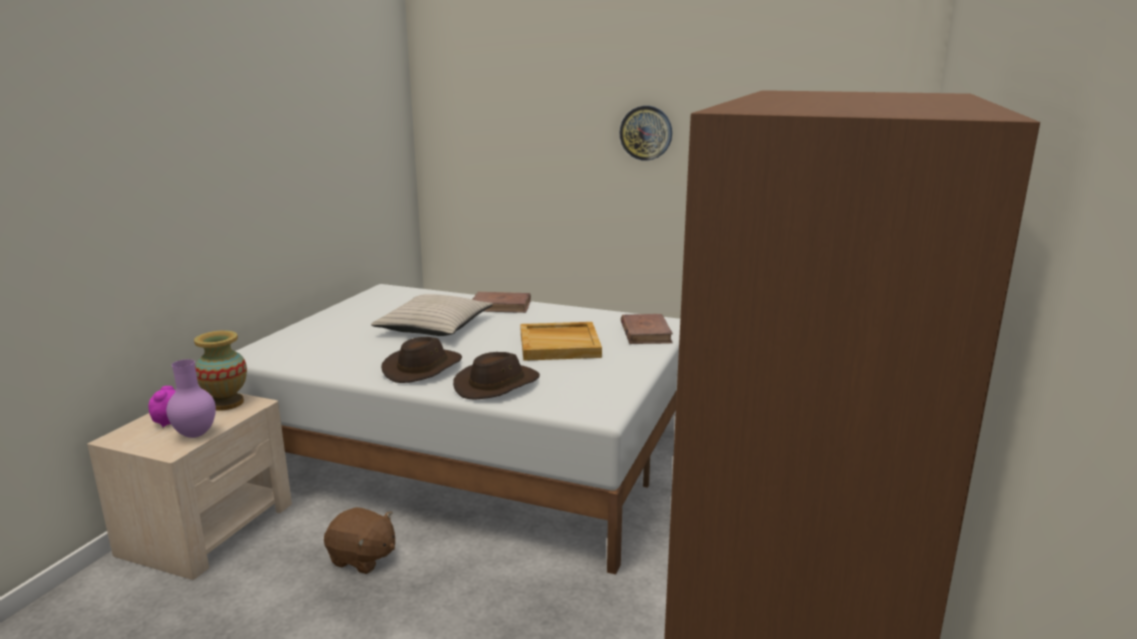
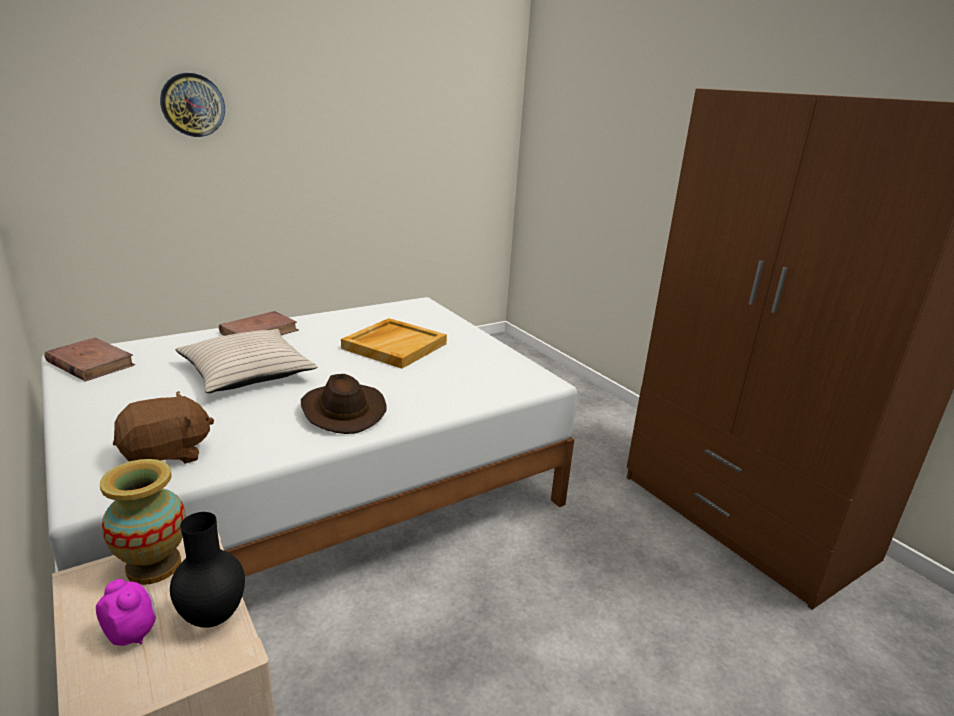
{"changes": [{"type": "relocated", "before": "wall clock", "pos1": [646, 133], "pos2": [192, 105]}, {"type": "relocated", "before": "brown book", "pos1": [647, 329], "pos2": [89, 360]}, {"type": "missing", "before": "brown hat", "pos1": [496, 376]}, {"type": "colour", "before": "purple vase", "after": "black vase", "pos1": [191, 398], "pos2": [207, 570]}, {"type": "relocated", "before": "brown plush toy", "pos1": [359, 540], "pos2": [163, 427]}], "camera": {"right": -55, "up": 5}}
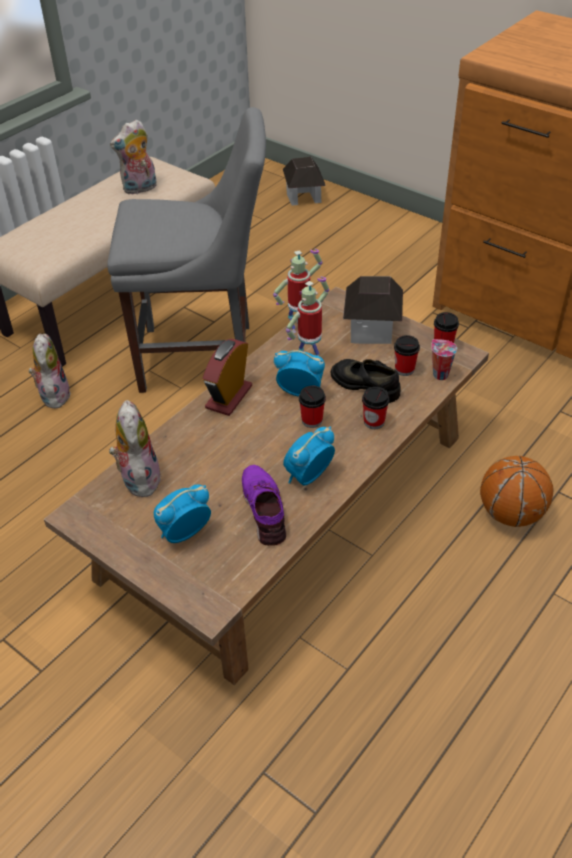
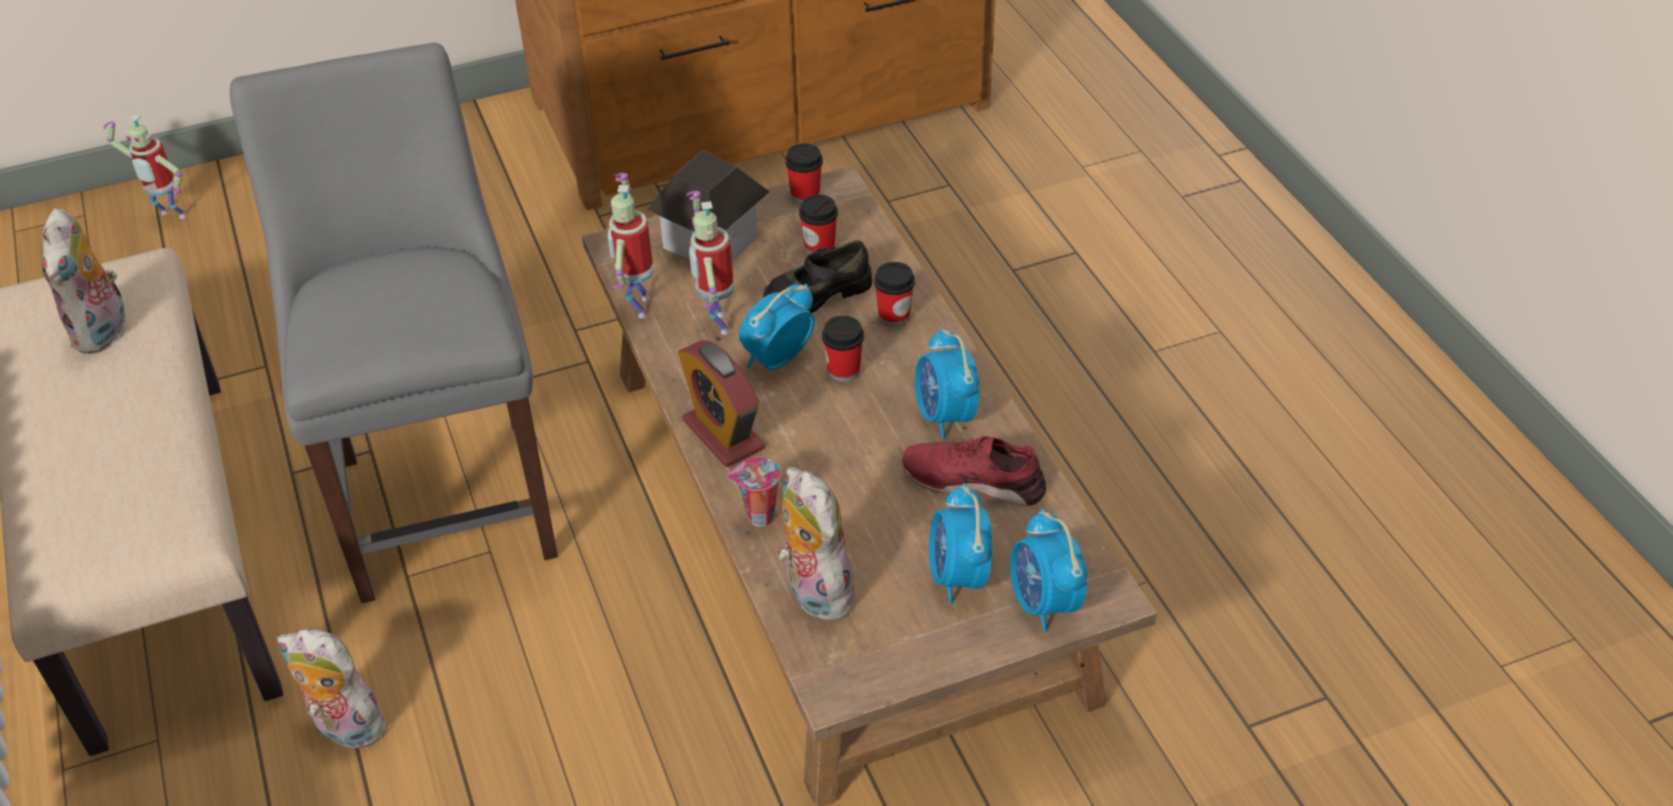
{"changes": [{"type": "spun", "before": "grey chair", "pos1": [186, 250], "pos2": [394, 323], "turn": -45}, {"type": "exchanged", "before": "toy house", "after": "toy robot", "pos1": [304, 181], "pos2": [144, 167]}, {"type": "relocated", "before": "cup", "pos1": [444, 359], "pos2": [753, 492]}, {"type": "spun", "before": "plush toy", "pos1": [135, 448], "pos2": [817, 544], "turn": 45}, {"type": "missing", "before": "basketball", "pos1": [516, 491]}, {"type": "colour", "before": "purple shoe", "after": "red shoe", "pos1": [264, 505], "pos2": [974, 471]}, {"type": "appeared", "after": "alarm clock", "pos2": [1049, 570]}], "camera": {"right": -60, "up": 0}}
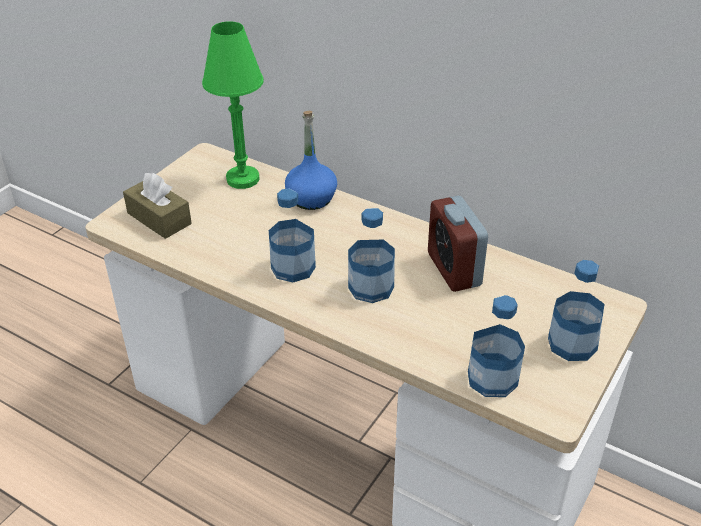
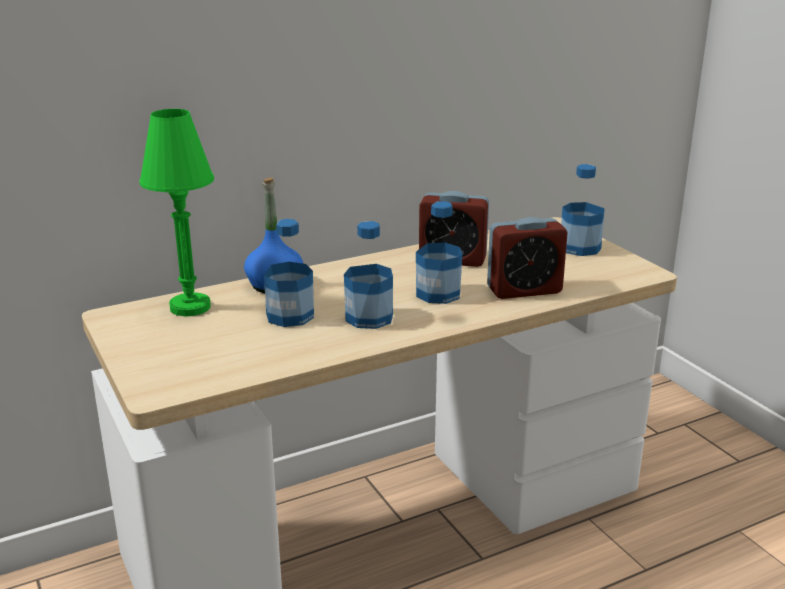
{"changes": [{"type": "missing", "before": "brown tissue box", "pos1": [157, 206]}, {"type": "relocated", "before": "bottle", "pos1": [496, 346], "pos2": [289, 273]}, {"type": "appeared", "after": "alarm clock", "pos2": [527, 258]}], "camera": {"right": -60, "up": -15}}
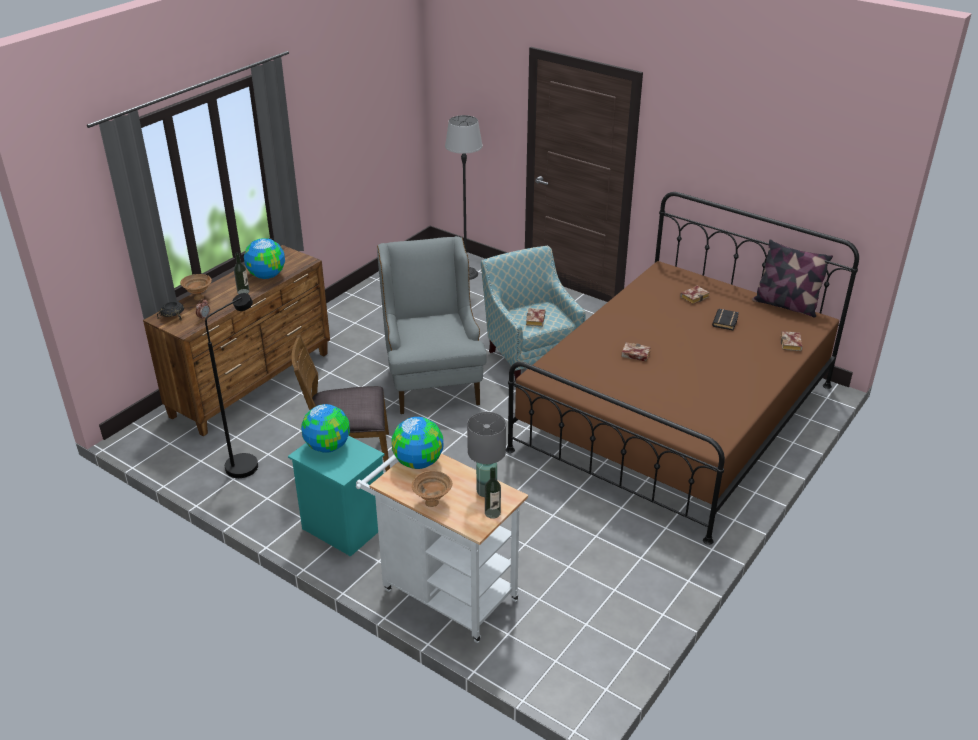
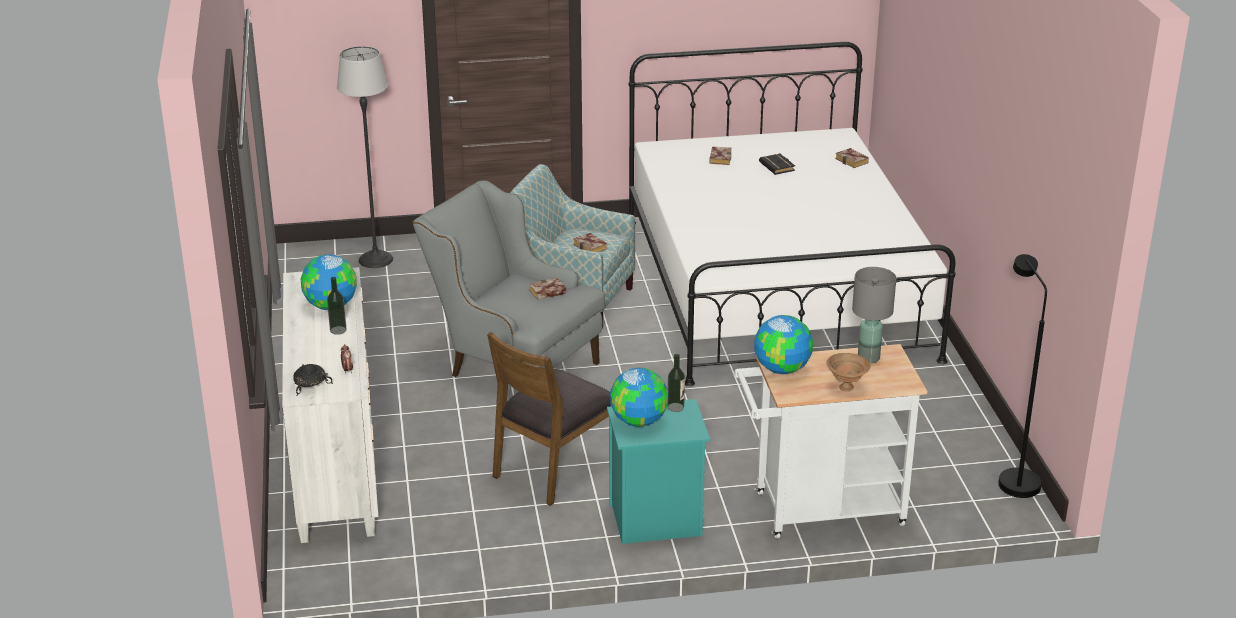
{"changes": [{"type": "colour", "before": "brown bed", "after": "white bed", "pos1": [682, 368], "pos2": [792, 214]}, {"type": "missing", "before": "pillow", "pos1": [792, 278]}, {"type": "colour", "before": "brown dresser", "after": "white dresser", "pos1": [236, 340], "pos2": [330, 405]}, {"type": "missing", "before": "brown bowl", "pos1": [196, 287]}, {"type": "relocated", "before": "black floor lamp", "pos1": [231, 385], "pos2": [1022, 376]}, {"type": "relocated", "before": "book", "pos1": [636, 352], "pos2": [548, 289]}, {"type": "relocated", "before": "bottle", "pos1": [493, 493], "pos2": [676, 383]}], "camera": {"right": -45, "up": -5}}
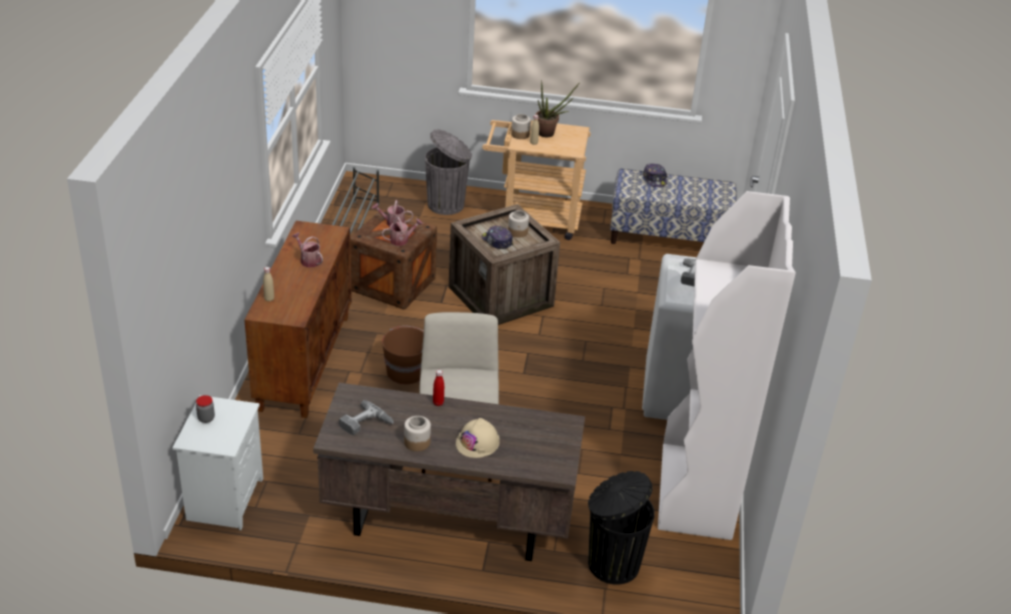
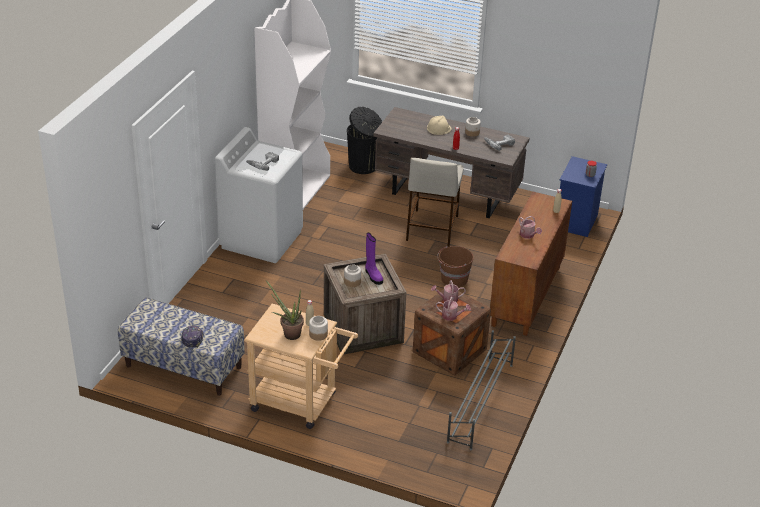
{"changes": [{"type": "missing", "before": "grey trash can", "pos1": [448, 172]}, {"type": "exchanged", "before": "cap", "after": "purple boot", "pos1": [497, 237], "pos2": [374, 258]}, {"type": "colour", "before": "white nightstand", "after": "blue nightstand", "pos1": [217, 462], "pos2": [583, 196]}], "camera": {"right": -165, "up": 0}}
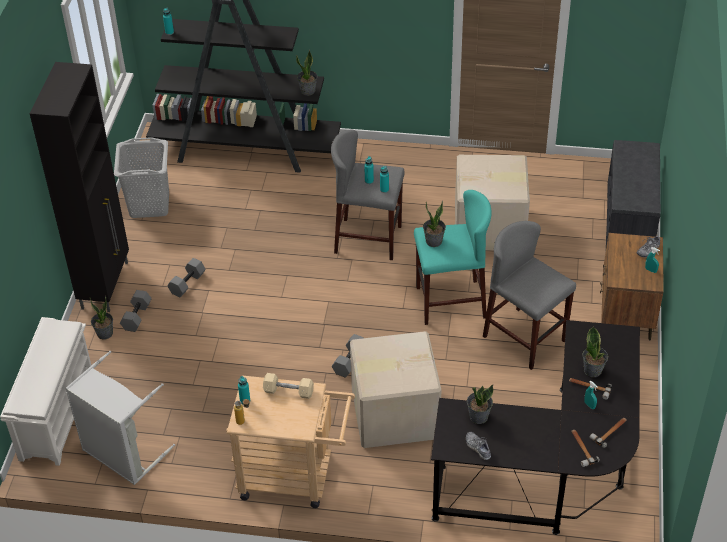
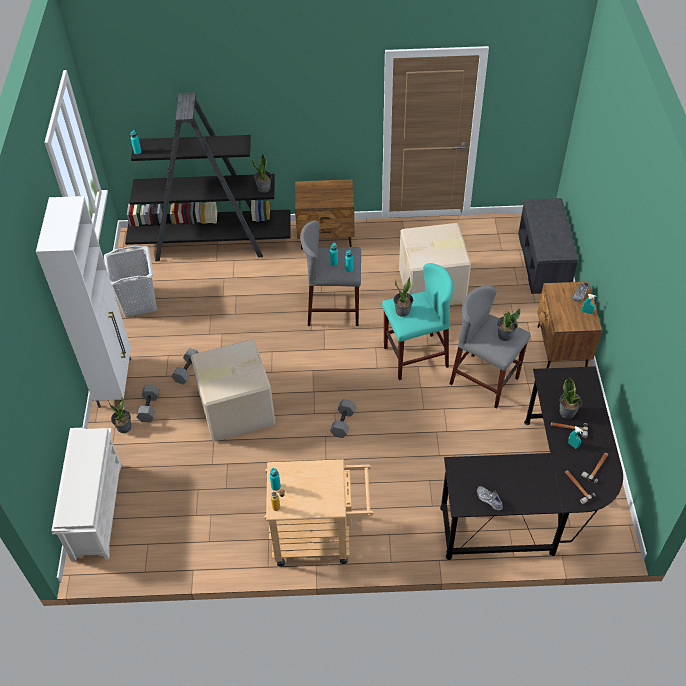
{"changes": [{"type": "colour", "before": "black cabinet", "after": "white cabinet", "pos1": [79, 187], "pos2": [83, 302]}, {"type": "relocated", "before": "cardboard box", "pos1": [395, 389], "pos2": [233, 390]}, {"type": "missing", "before": "grey laundry basket", "pos1": [120, 418]}, {"type": "missing", "before": "beige dumbbell", "pos1": [288, 386]}, {"type": "relocated", "before": "potted plant", "pos1": [480, 404], "pos2": [509, 324]}, {"type": "appeared", "after": "brown nightstand", "pos2": [324, 214]}], "camera": {"right": -10, "up": 5}}
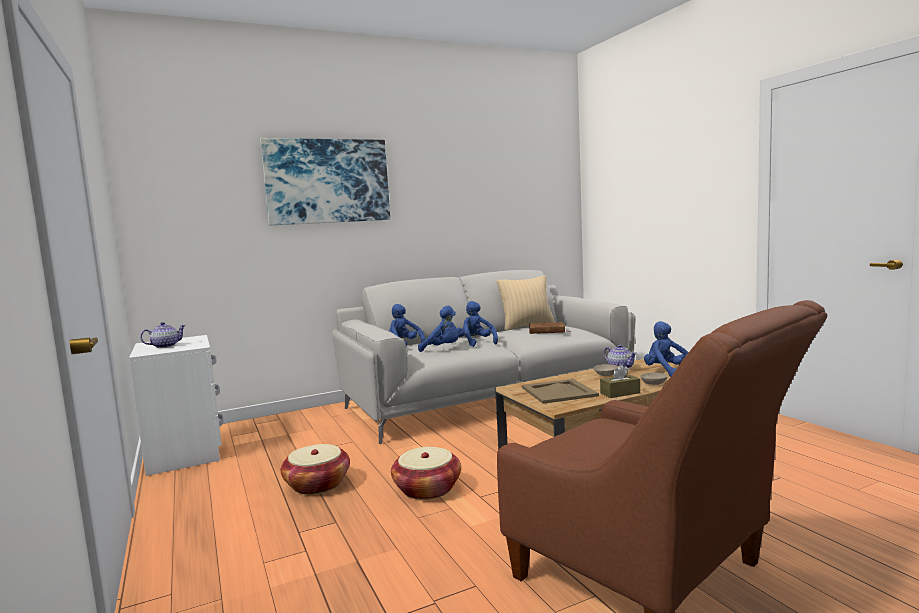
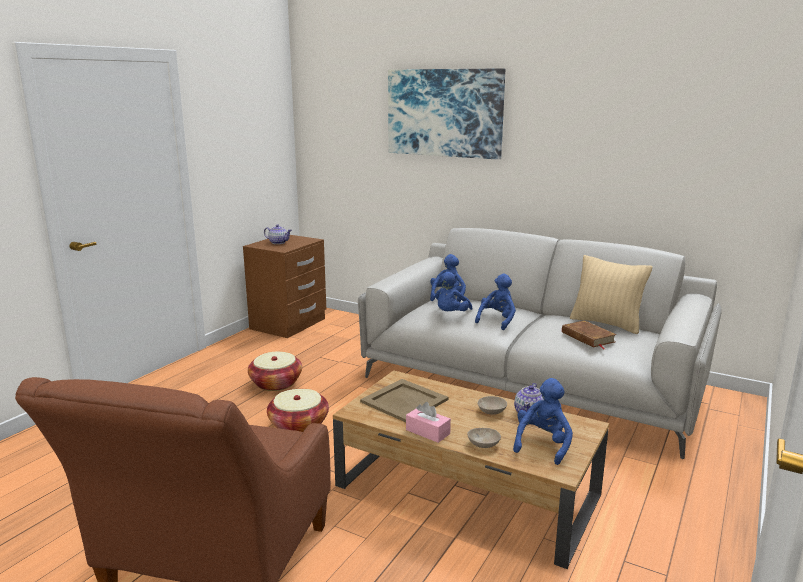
{"changes": [{"type": "spun", "before": "blue plush toy", "pos1": [438, 329], "pos2": [453, 291], "turn": 45}, {"type": "colour", "before": "white nightstand", "after": "brown nightstand", "pos1": [176, 405], "pos2": [284, 286]}, {"type": "colour", "before": "brown tissue box", "after": "pink tissue box", "pos1": [620, 381], "pos2": [428, 422]}], "camera": {"right": 55, "up": 10}}
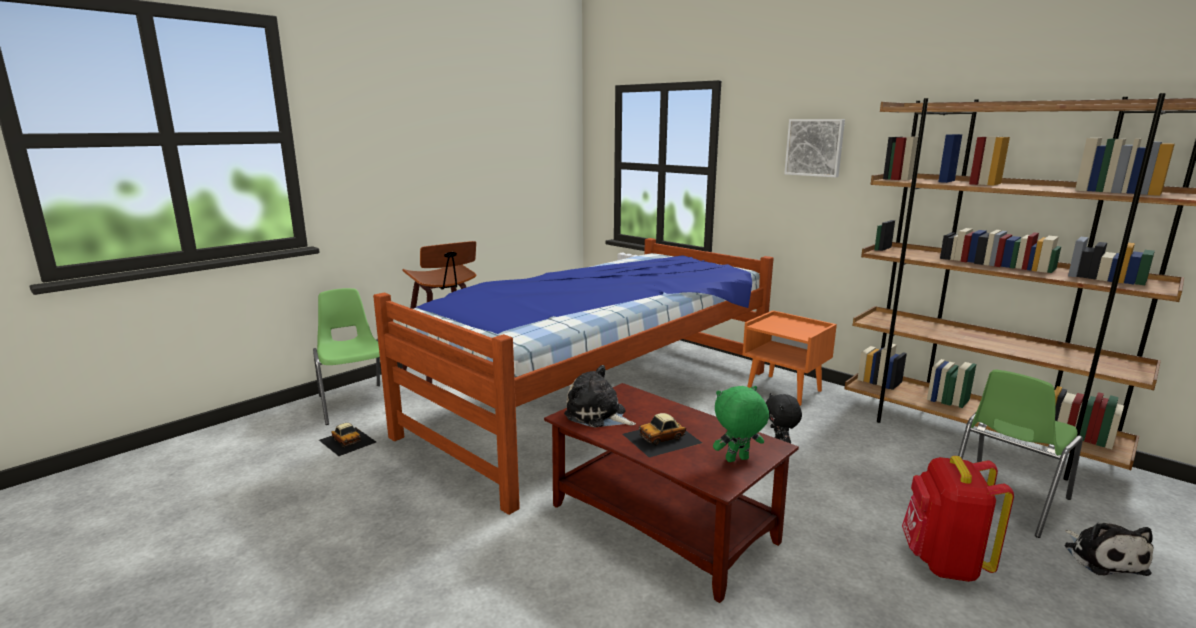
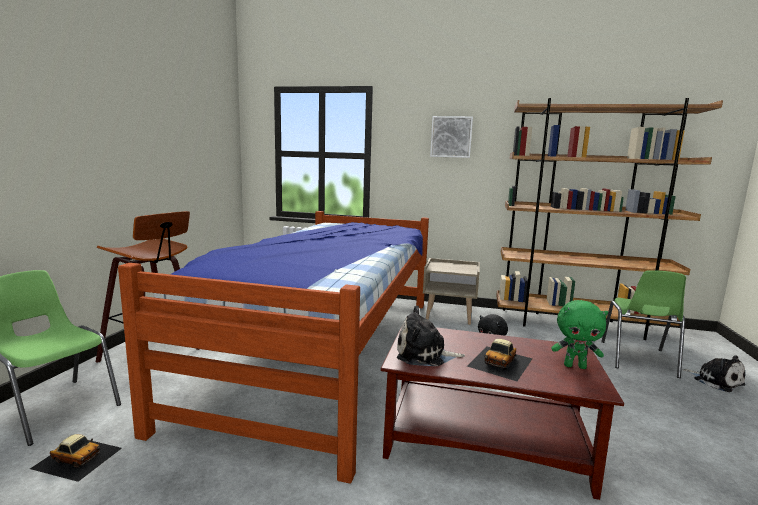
{"changes": [{"type": "colour", "before": "orange nightstand", "after": "beige nightstand", "pos1": [790, 358], "pos2": [451, 291]}, {"type": "spun", "before": "green plush toy", "pos1": [741, 424], "pos2": [579, 334], "turn": -120}, {"type": "missing", "before": "red backpack", "pos1": [958, 519]}], "camera": {"right": -30, "up": -5}}
